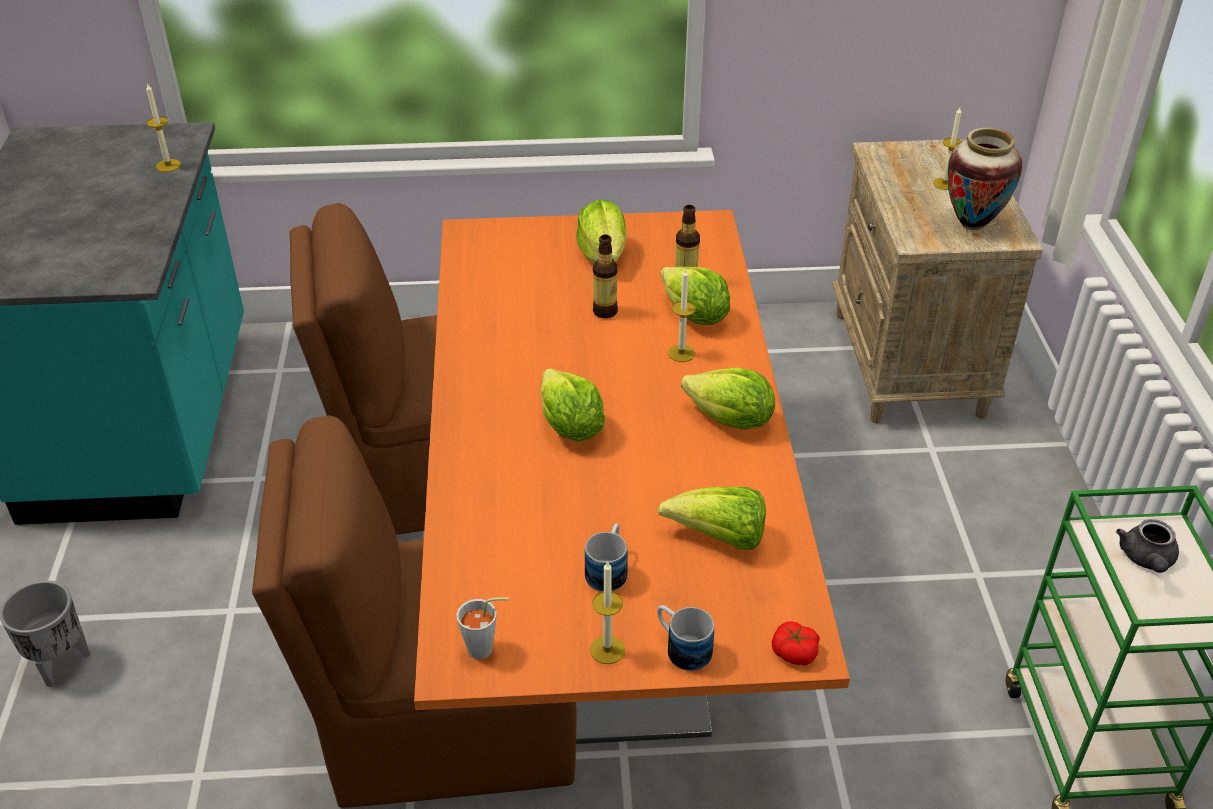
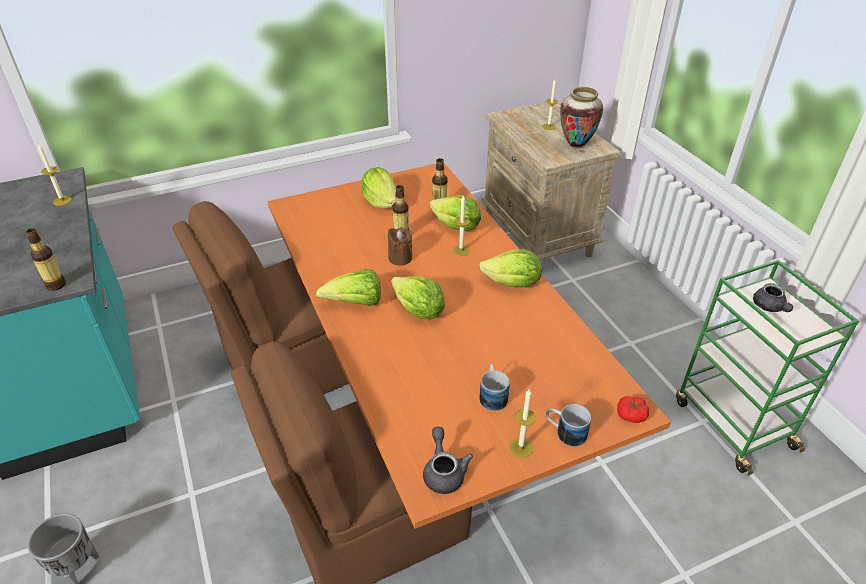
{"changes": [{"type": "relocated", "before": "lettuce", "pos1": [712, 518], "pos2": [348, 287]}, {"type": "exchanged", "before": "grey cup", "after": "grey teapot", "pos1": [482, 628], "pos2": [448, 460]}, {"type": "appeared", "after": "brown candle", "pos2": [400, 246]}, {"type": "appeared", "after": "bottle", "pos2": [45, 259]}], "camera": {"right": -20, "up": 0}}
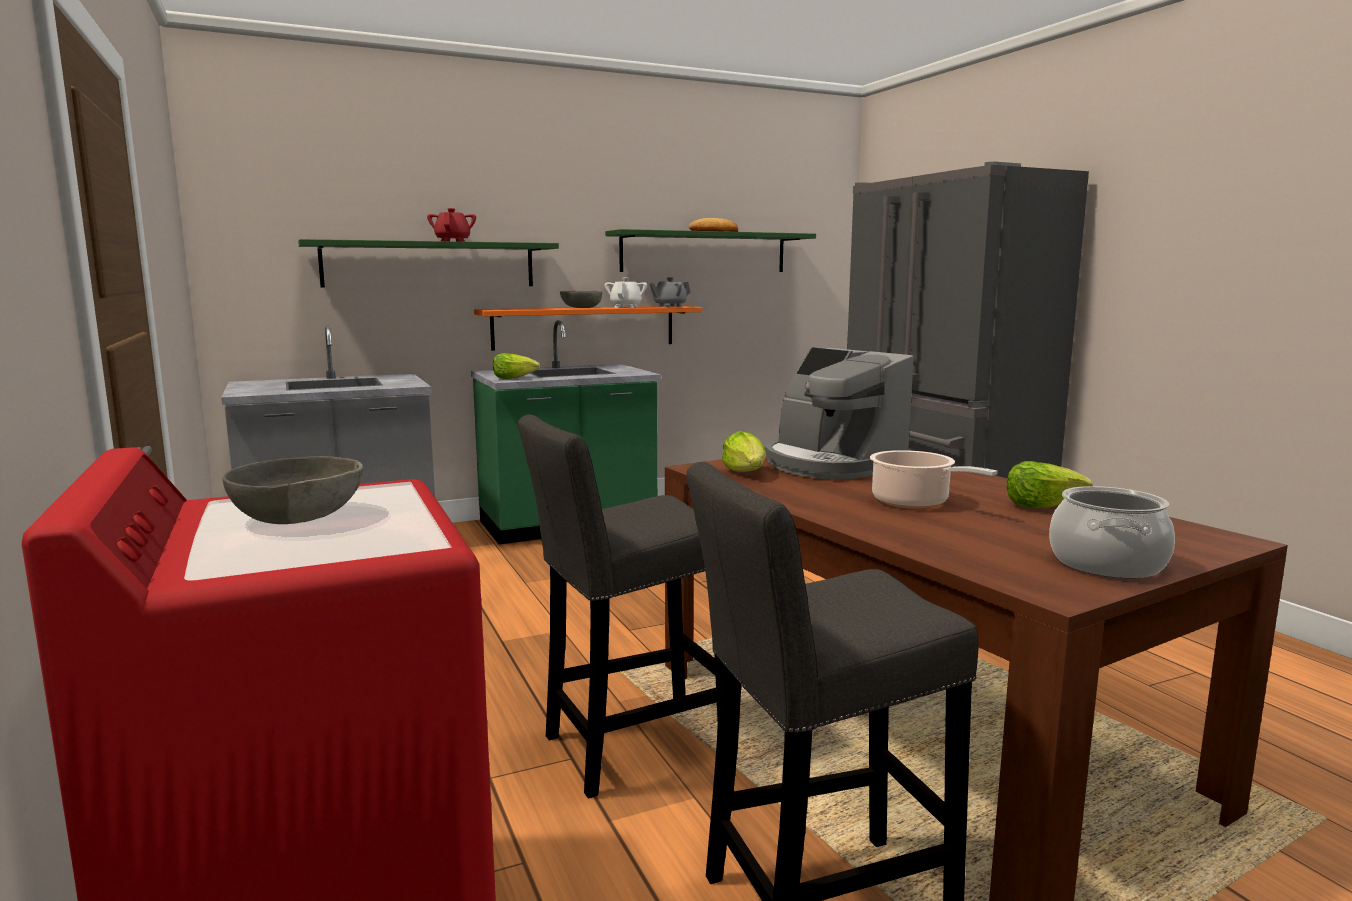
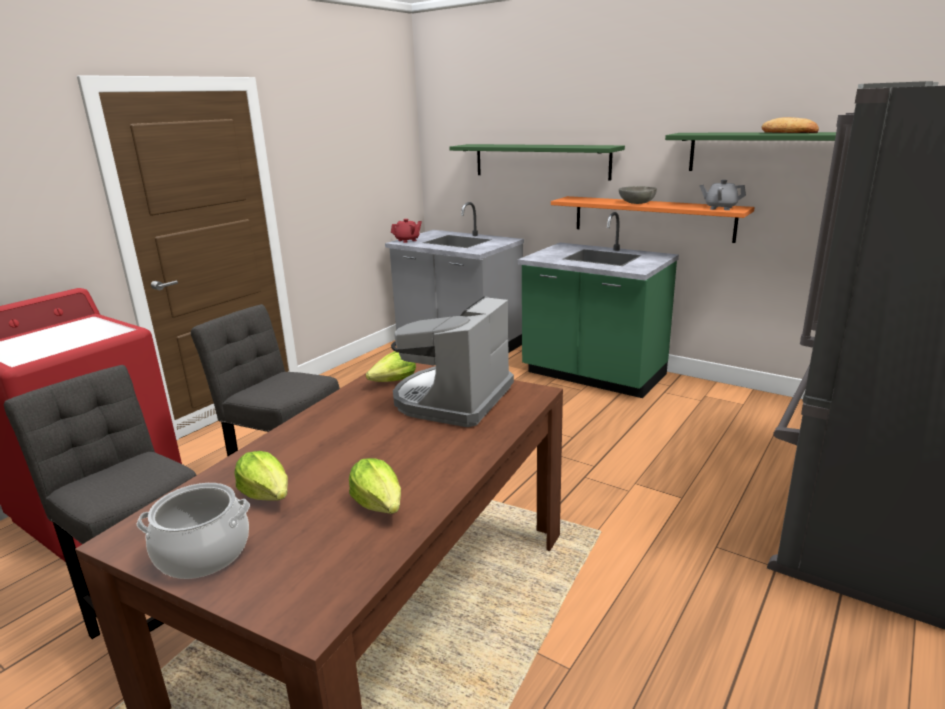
{"changes": [{"type": "relocated", "before": "red teapot", "pos1": [451, 225], "pos2": [406, 231]}, {"type": "missing", "before": "white teapot", "pos1": [626, 292]}, {"type": "relocated", "before": "lettuce", "pos1": [516, 366], "pos2": [261, 476]}, {"type": "missing", "before": "cooking pot", "pos1": [934, 479]}, {"type": "missing", "before": "grey bowl", "pos1": [293, 490]}], "camera": {"right": 60, "up": 10}}
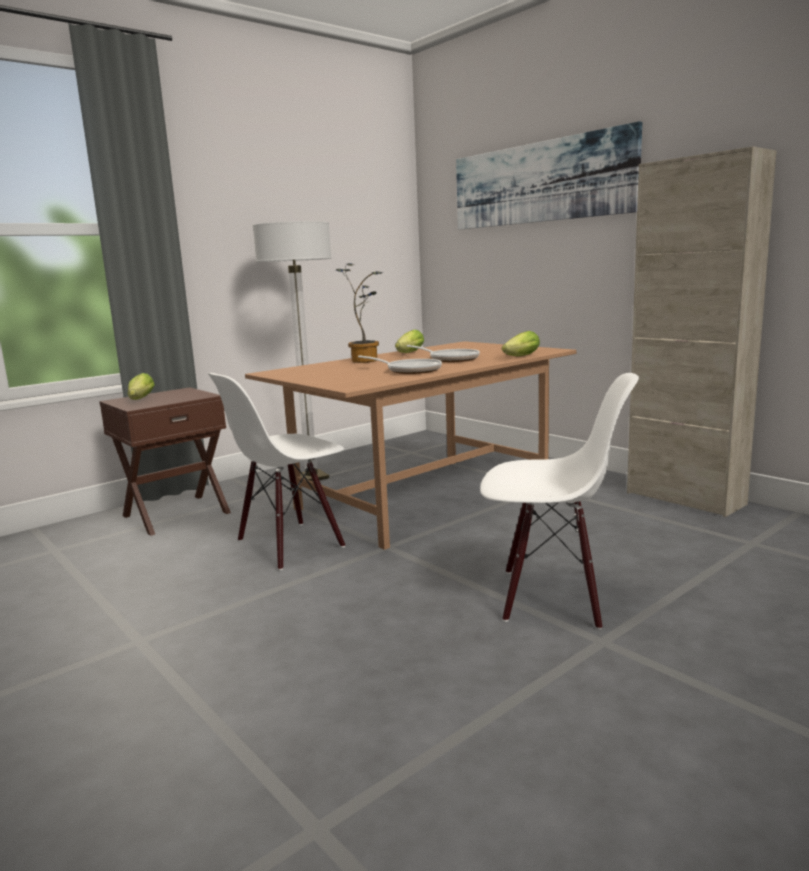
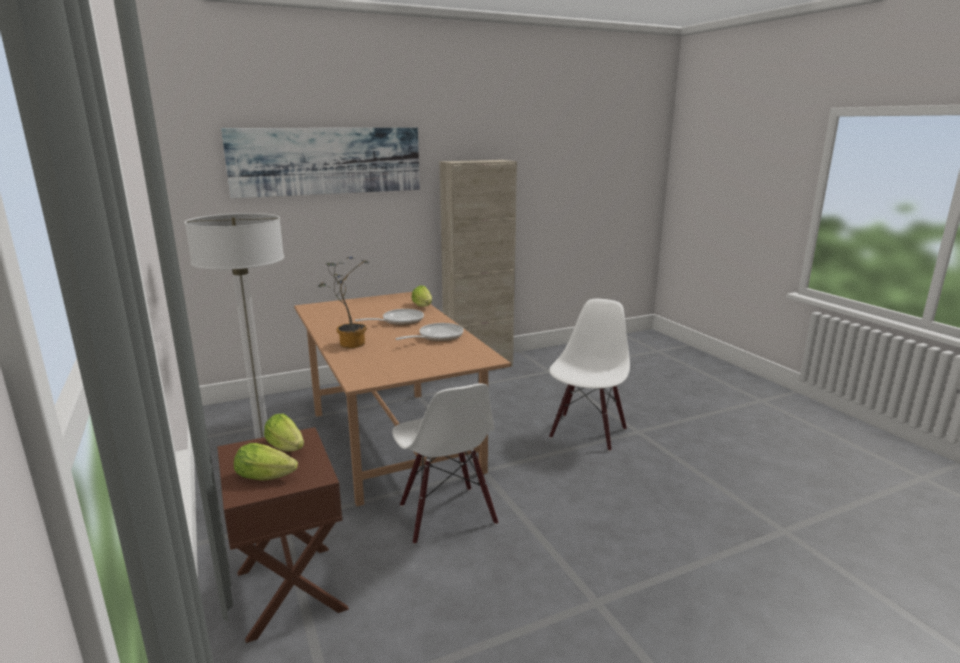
{"changes": [{"type": "relocated", "before": "lettuce", "pos1": [409, 341], "pos2": [284, 433]}], "camera": {"right": -75, "up": 5}}
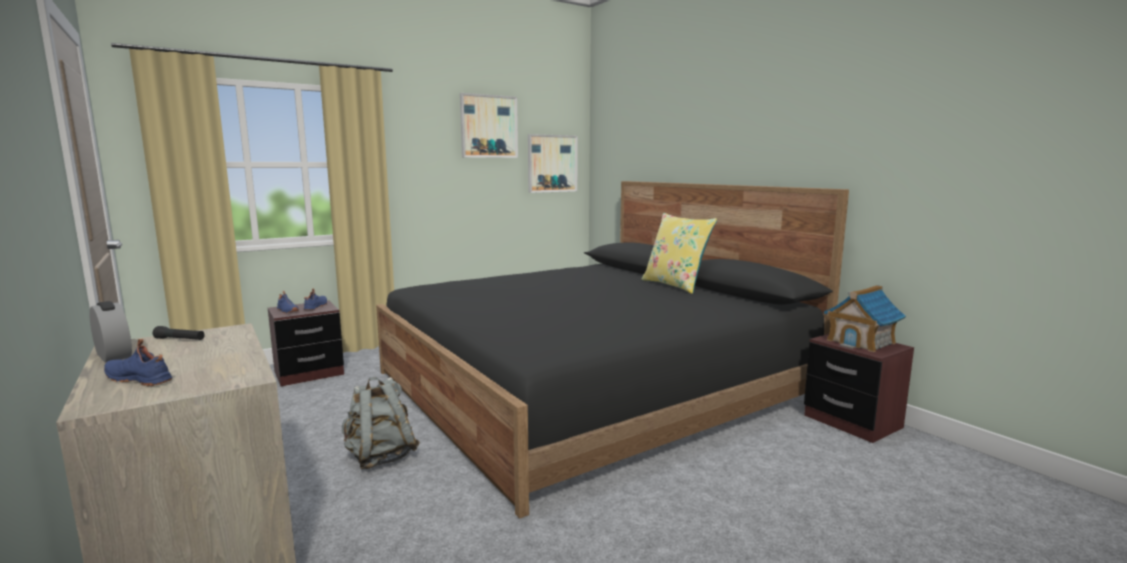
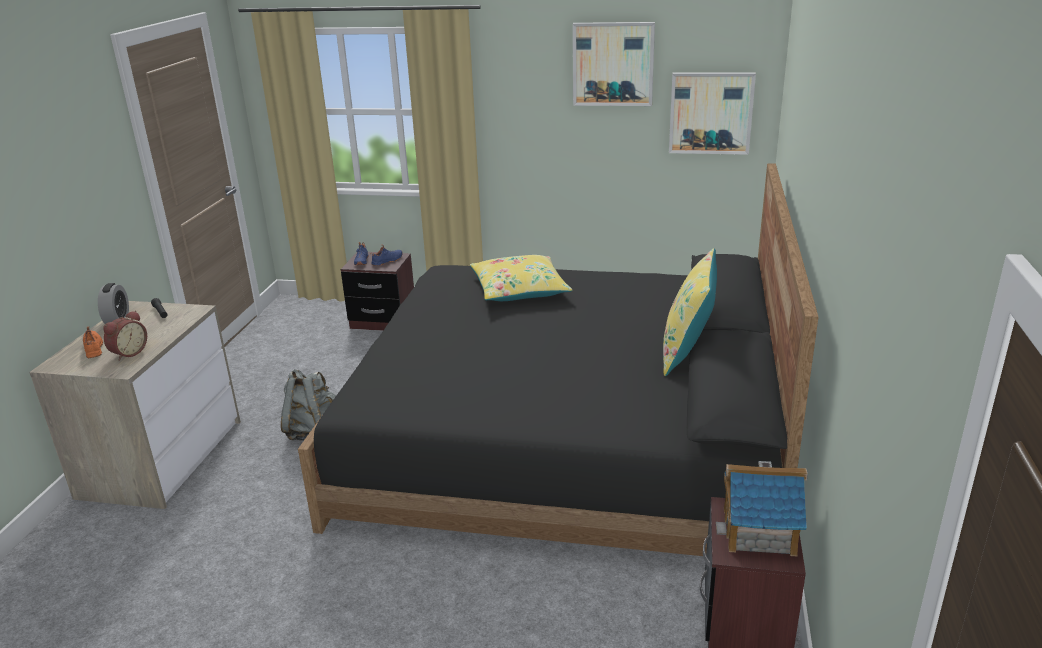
{"changes": [{"type": "colour", "before": "blue shoe", "after": "orange shoe", "pos1": [138, 362], "pos2": [93, 342]}, {"type": "appeared", "after": "yellow pillow", "pos2": [521, 278]}, {"type": "appeared", "after": "alarm clock", "pos2": [125, 335]}], "camera": {"right": 45, "up": 15}}
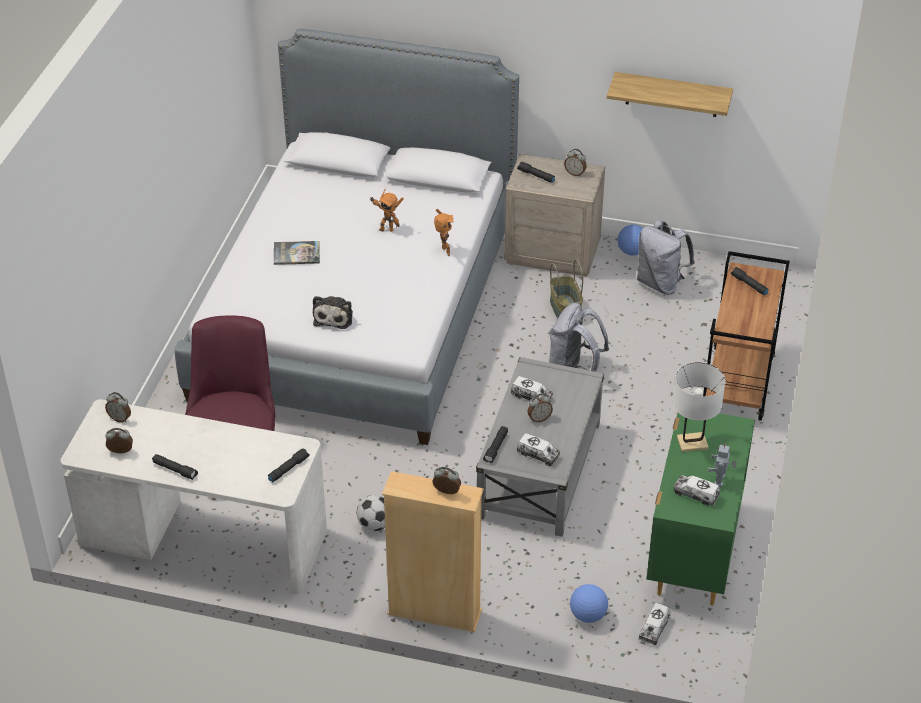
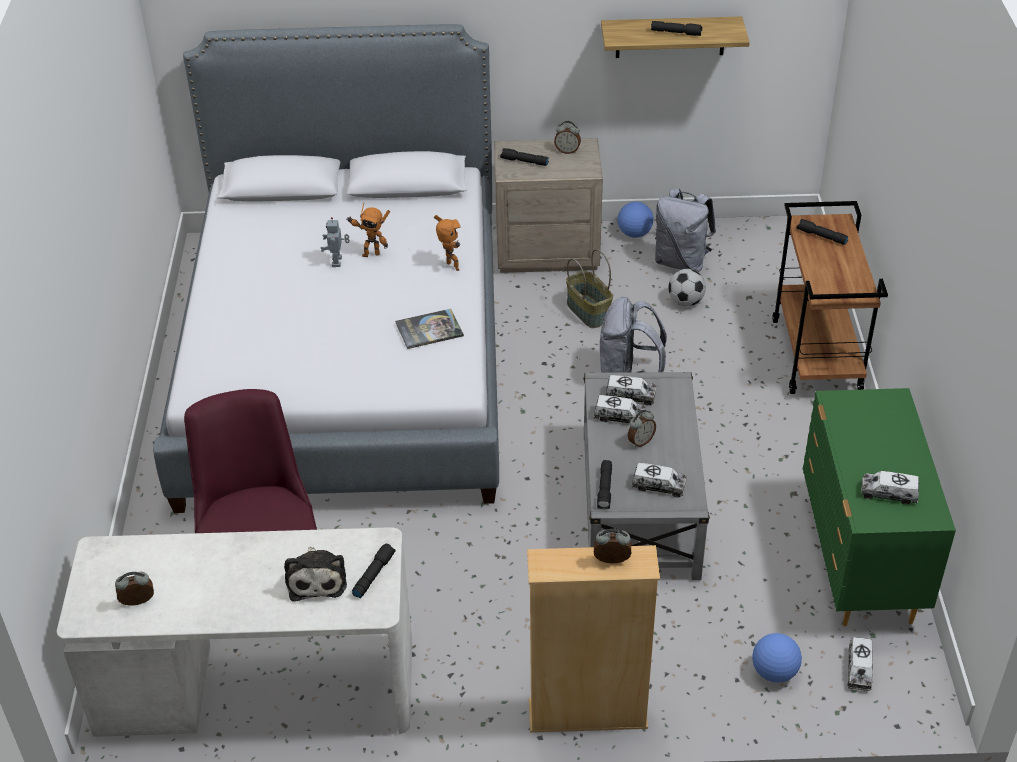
{"changes": [{"type": "relocated", "before": "book", "pos1": [297, 253], "pos2": [429, 329]}, {"type": "relocated", "before": "plush toy", "pos1": [333, 312], "pos2": [315, 574]}, {"type": "missing", "before": "white table lamp", "pos1": [699, 407]}, {"type": "missing", "before": "alarm clock", "pos1": [118, 407]}, {"type": "relocated", "before": "toy robot", "pos1": [722, 465], "pos2": [335, 242]}, {"type": "relocated", "before": "black flashlight", "pos1": [175, 467], "pos2": [676, 28]}, {"type": "relocated", "before": "football", "pos1": [371, 513], "pos2": [687, 287]}, {"type": "appeared", "after": "toy truck", "pos2": [631, 390]}], "camera": {"right": -15, "up": 0}}
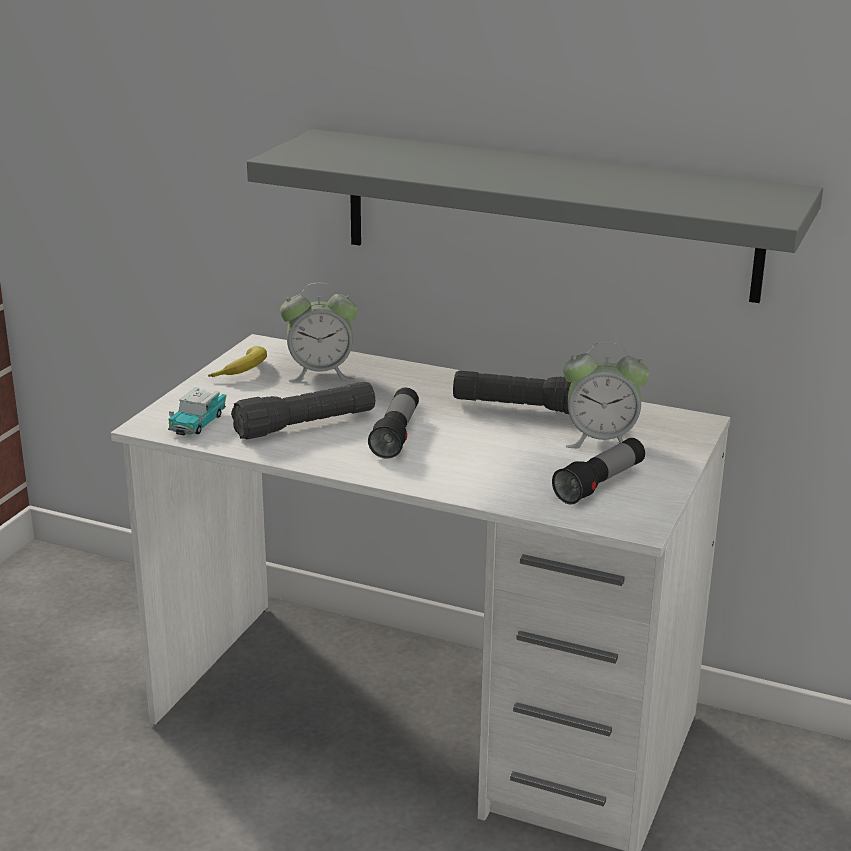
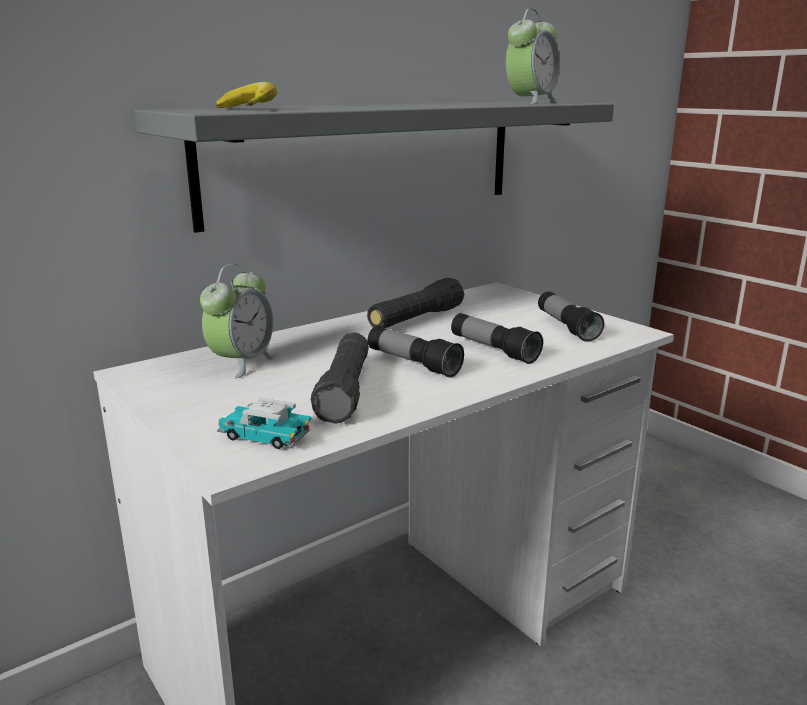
{"changes": [{"type": "relocated", "before": "alarm clock", "pos1": [606, 395], "pos2": [533, 56]}, {"type": "relocated", "before": "banana", "pos1": [237, 361], "pos2": [246, 95]}, {"type": "spun", "before": "toy car", "pos1": [197, 411], "pos2": [264, 423], "turn": 150}, {"type": "appeared", "after": "flashlight", "pos2": [497, 338]}], "camera": {"right": -60, "up": -5}}
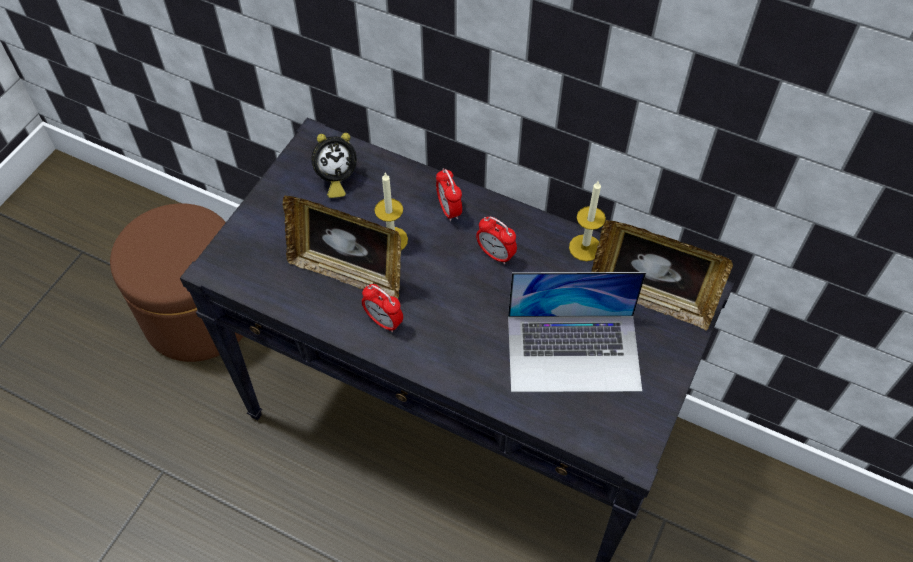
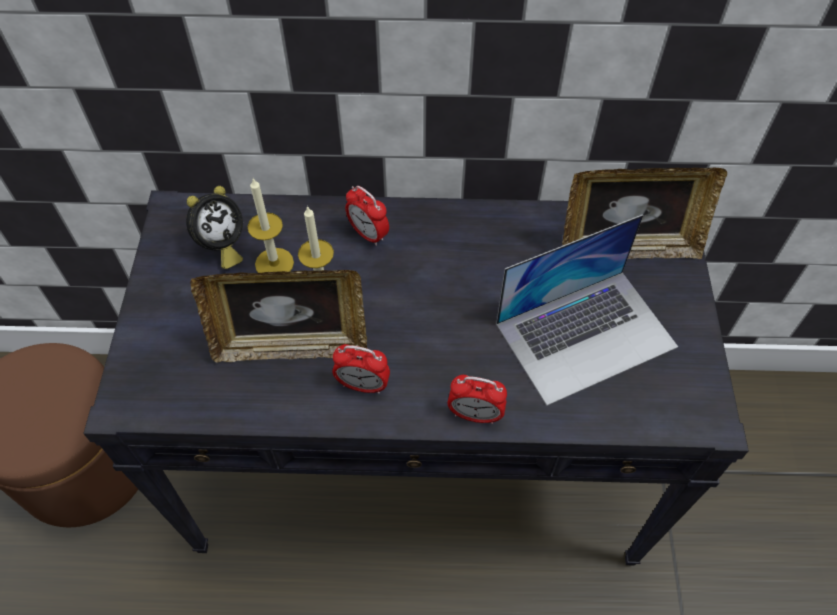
{"changes": [{"type": "relocated", "before": "candle", "pos1": [587, 220], "pos2": [270, 226]}, {"type": "relocated", "before": "alarm clock", "pos1": [496, 241], "pos2": [477, 399]}], "camera": {"right": -25, "up": 0}}
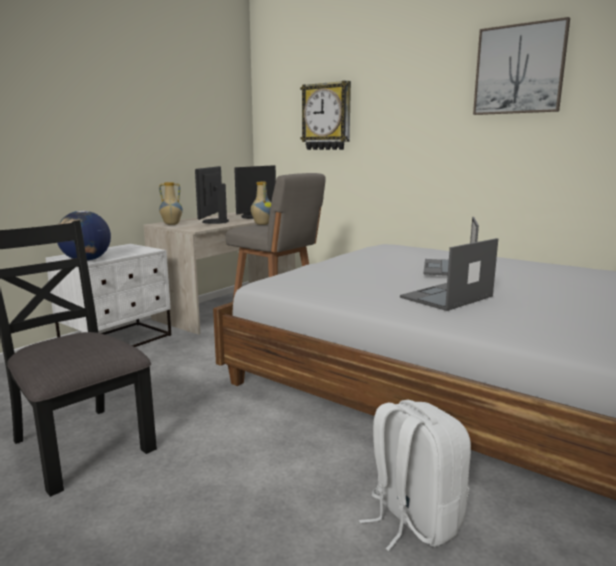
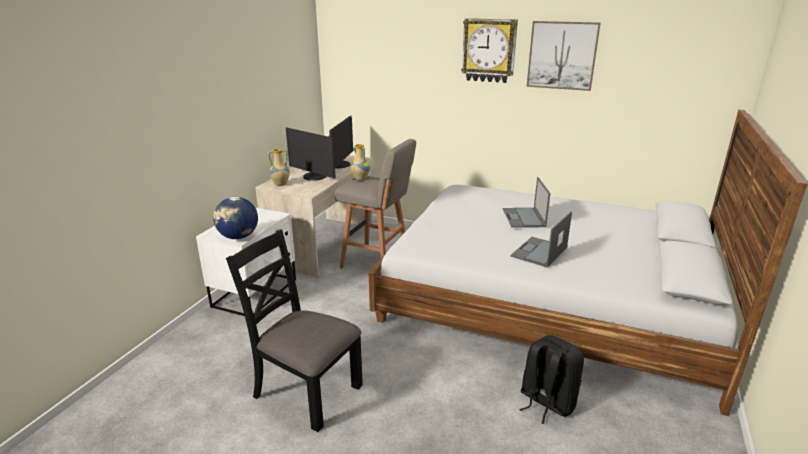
{"changes": [{"type": "relocated", "before": "wall clock", "pos1": [325, 115], "pos2": [489, 50]}, {"type": "spun", "before": "monitor", "pos1": [212, 195], "pos2": [311, 154], "turn": -45}, {"type": "colour", "before": "white backpack", "after": "black backpack", "pos1": [415, 475], "pos2": [551, 379]}], "camera": {"right": -15, "up": 10}}
